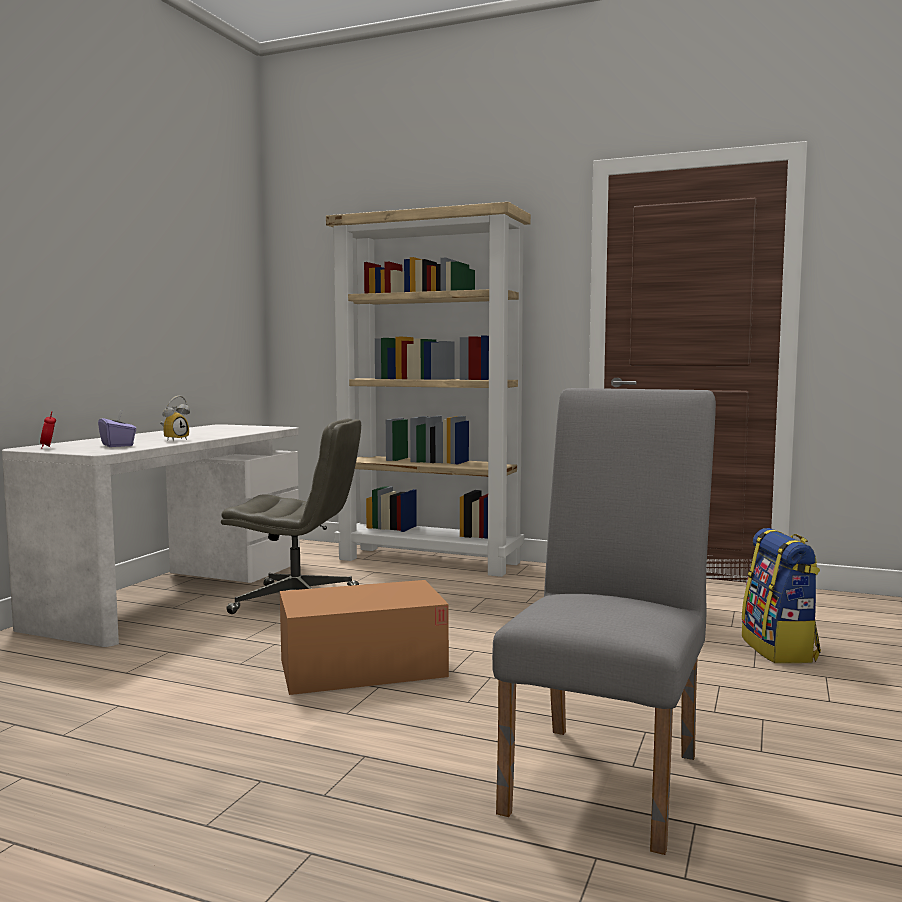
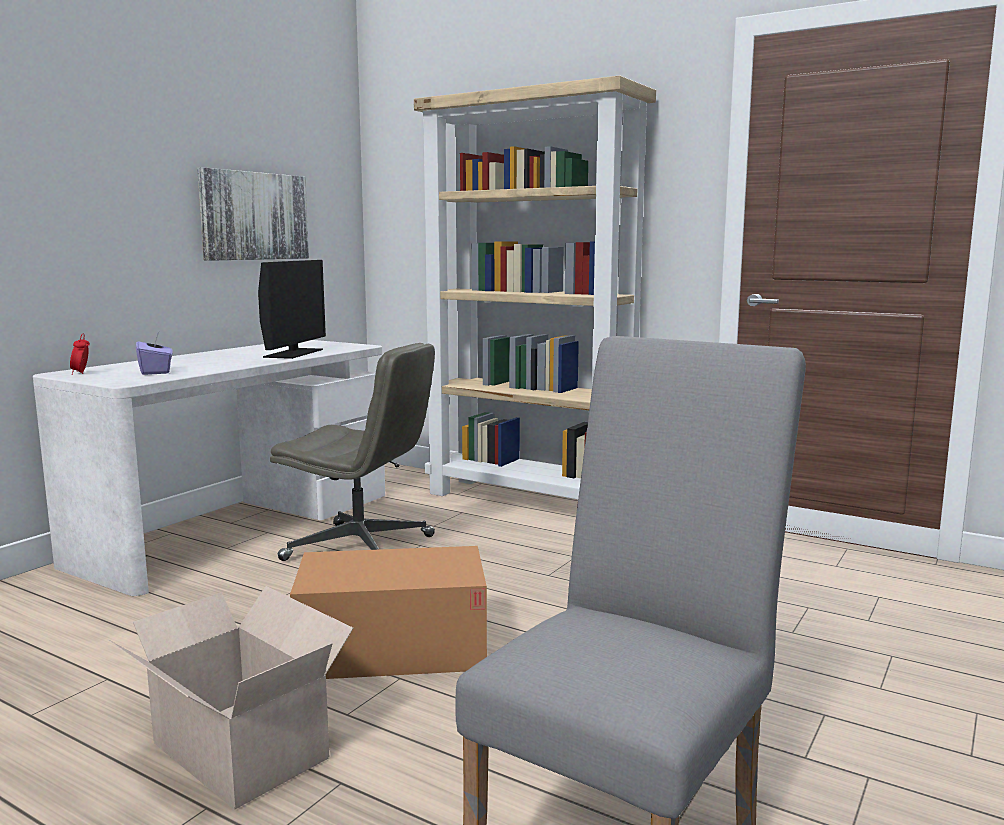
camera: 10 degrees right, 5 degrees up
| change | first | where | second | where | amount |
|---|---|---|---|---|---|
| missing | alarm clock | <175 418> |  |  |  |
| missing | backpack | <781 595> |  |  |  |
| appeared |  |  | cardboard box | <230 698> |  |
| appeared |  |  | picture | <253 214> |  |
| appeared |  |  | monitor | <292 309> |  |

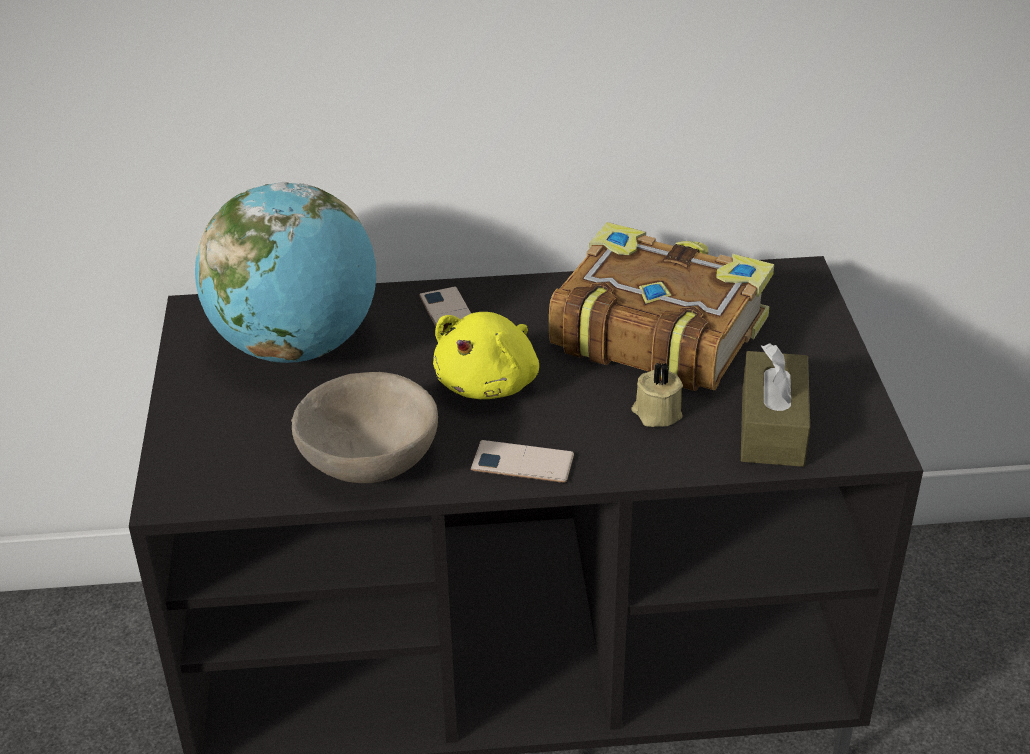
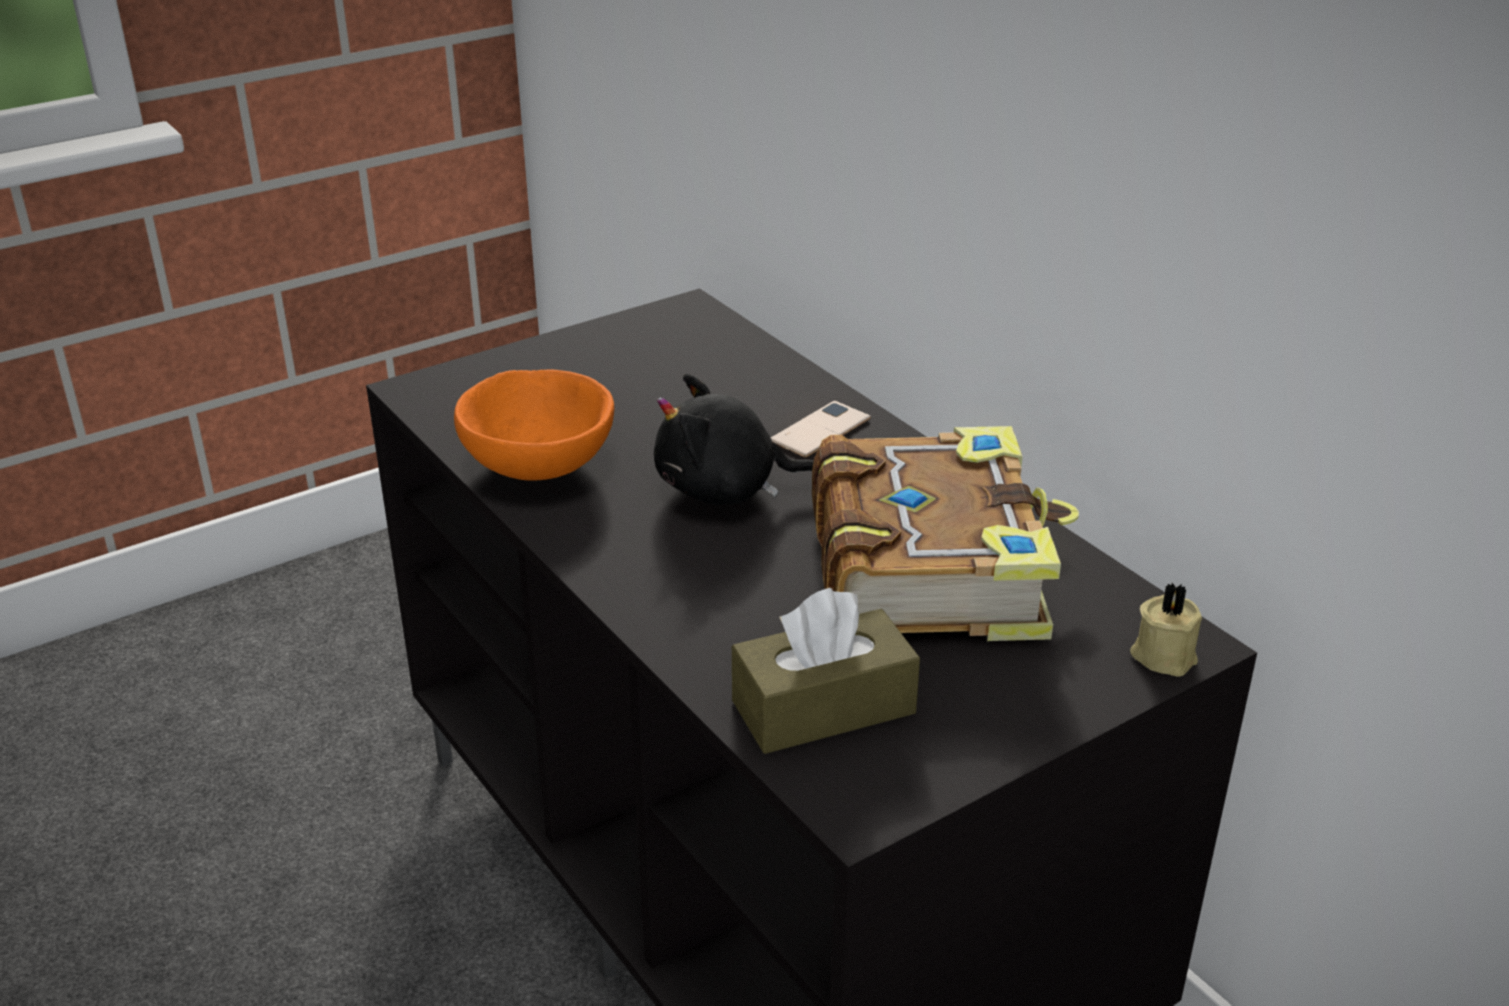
camera: 60 degrees right, 5 degrees down
| change | first | where | second | where | amount |
|---|---|---|---|---|---|
| missing | globe | <285 272> |  |  |  |
| missing | phone | <522 461> |  |  |  |
| relocated | beige candle | <657 394> |  | <1166 630> |  |
| colour | beige bowl | <364 427> | orange bowl | <534 425> |  |
| colour | yellow plush toy | <486 355> | black plush toy | <734 439> |  |

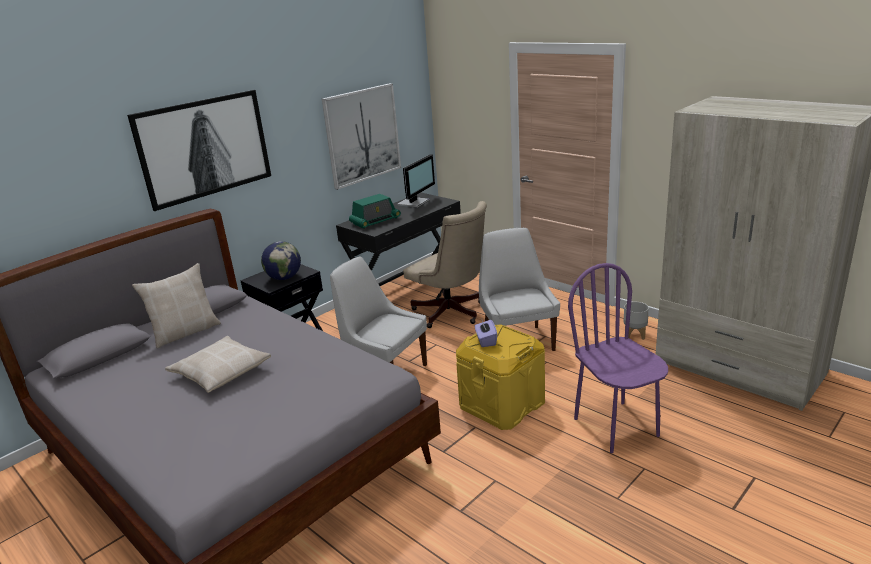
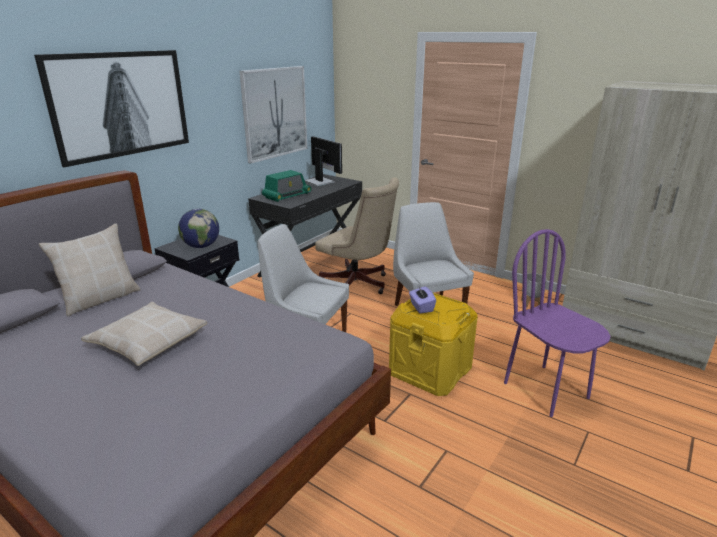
camera: 10 degrees left, 0 degrees up
| change | first | where | second | where | amount |
|---|---|---|---|---|---|
| spun | monitor | <416 181> |  | <323 161> | 60 degrees counterclockwise |

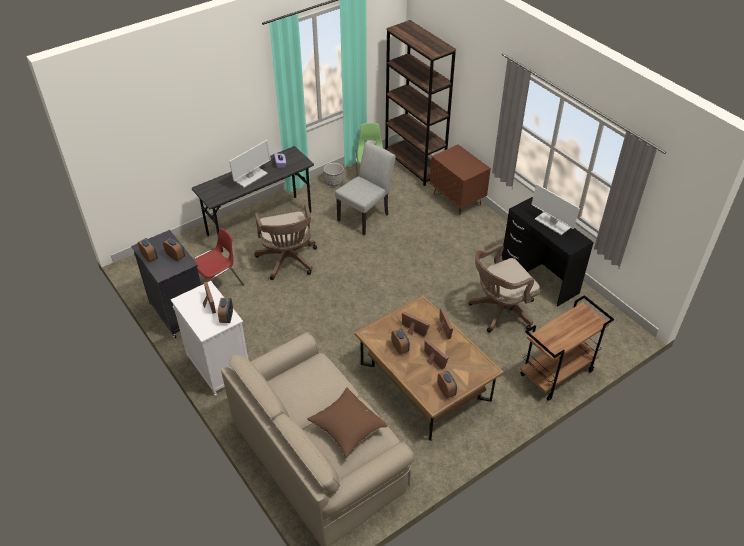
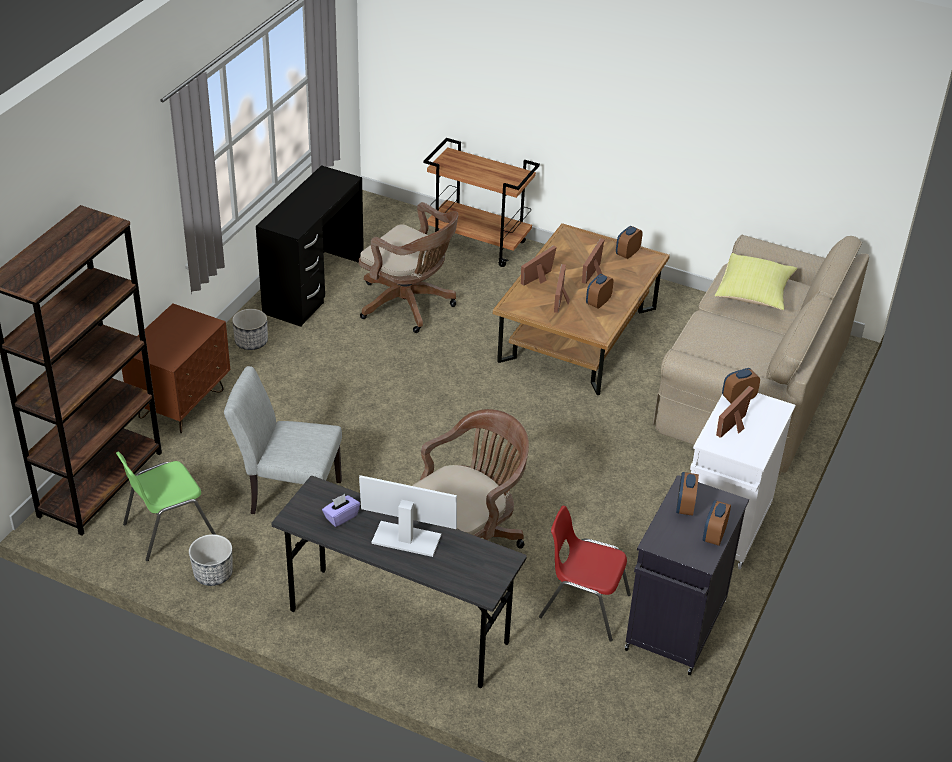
camera: 120 degrees left, 5 degrees down
| change | first | where | second | where | amount |
|---|---|---|---|---|---|
| missing | monitor | <555 209> |  |  |  |
| appeared |  |  | planter | <250 329> |  |
| colour | brown pillow | <347 422> | yellow pillow | <756 281> |  |

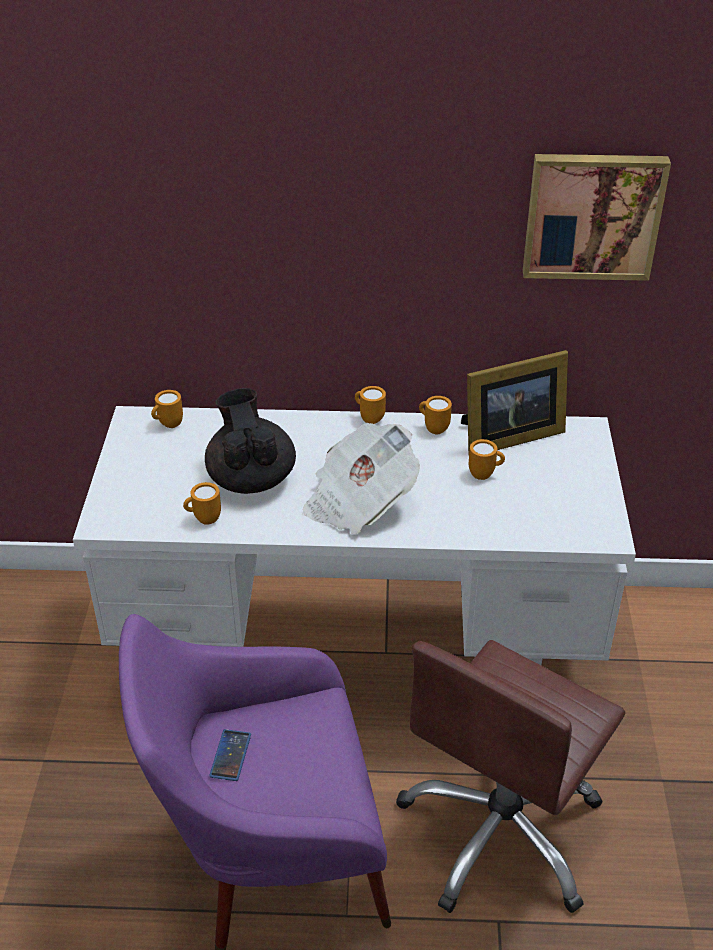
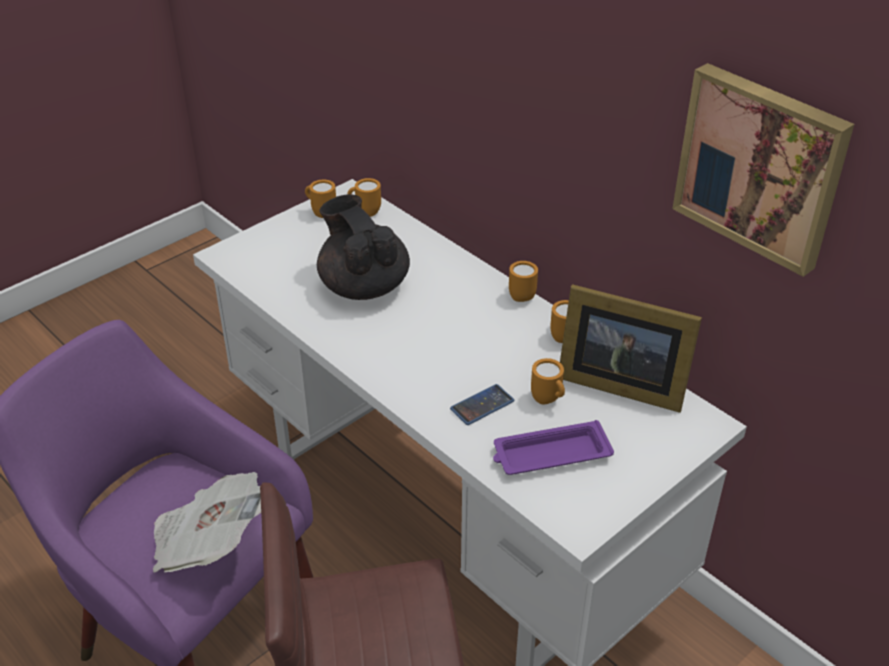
camera: 45 degrees right, 0 degrees up
| change | first | where | second | where | amount |
|---|---|---|---|---|---|
| appeared |  |  | purple tray | <553 447> |  |
| relocated | orange mug | <202 503> |  | <320 199> |  |
| relocated | phone | <230 755> |  | <482 404> |  |
| relocated | newspaper | <361 478> |  | <207 522> |  |
| spun | black teapot | <250 441> |  | <363 247> | 60 degrees counterclockwise |

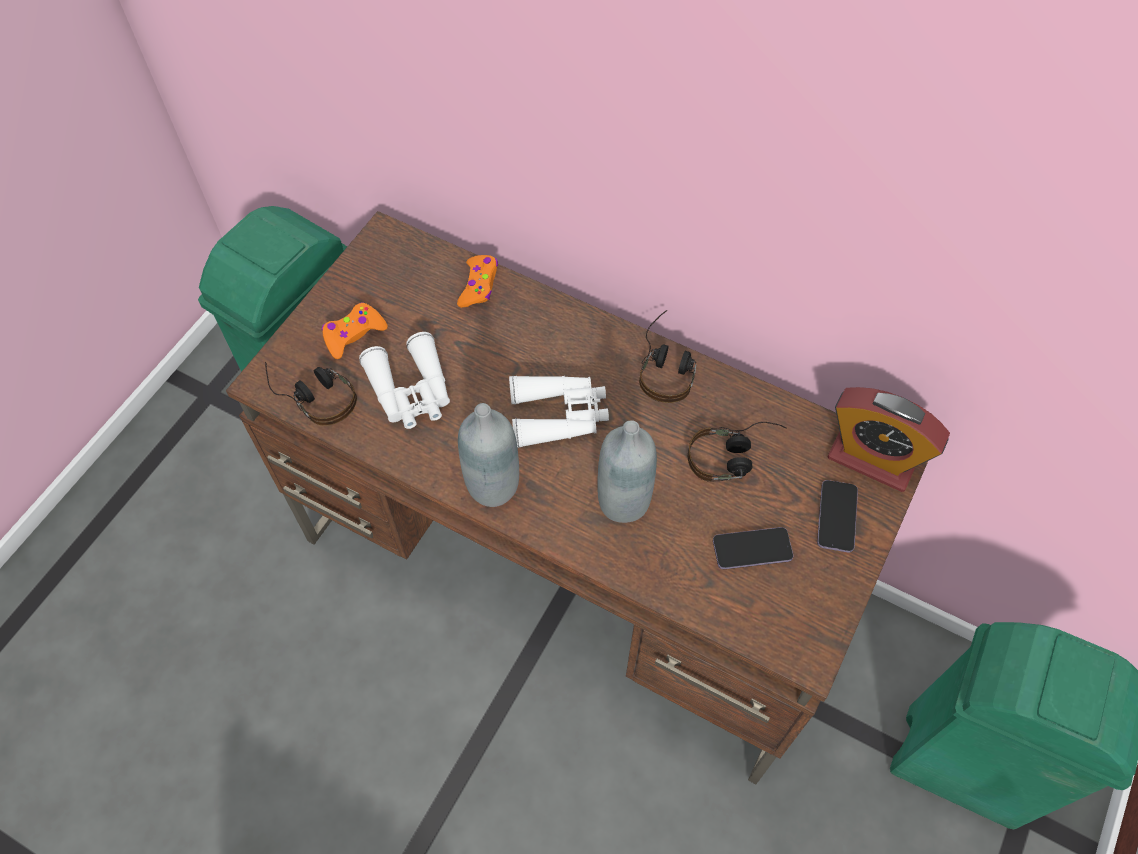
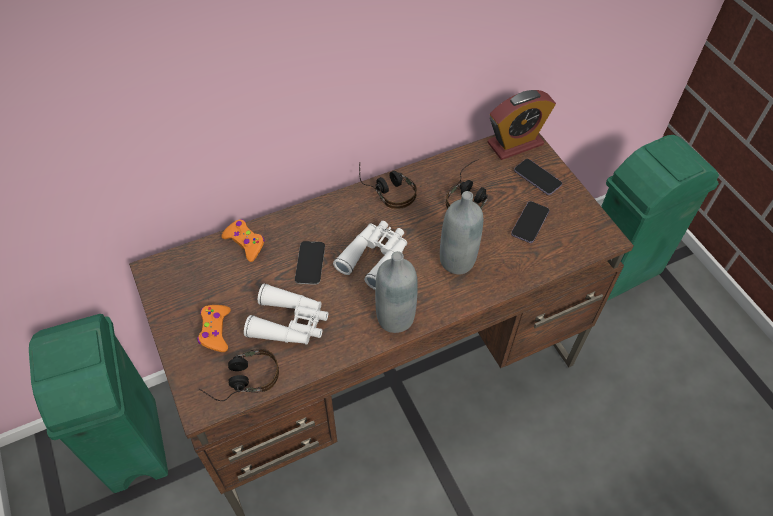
camera: 55 degrees left, 5 degrees down
| change | first | where | second | where | amount |
|---|---|---|---|---|---|
| appeared |  |  | phone | <310 263> |  |

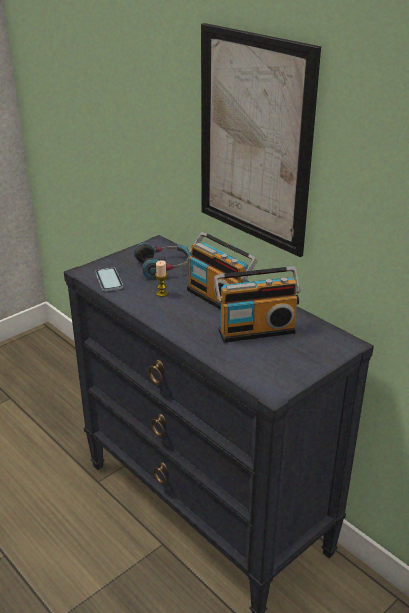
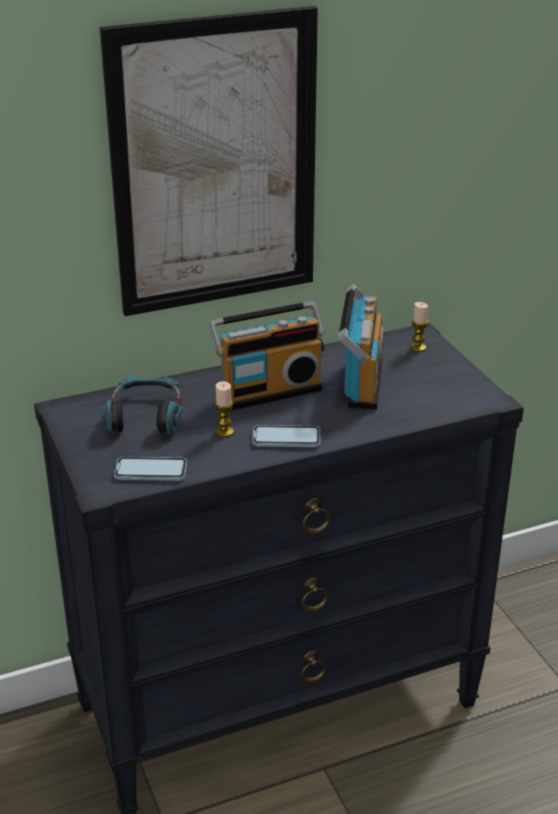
camera: 70 degrees left, 0 degrees up
| change | first | where | second | where | amount |
|---|---|---|---|---|---|
| appeared |  |  | phone | <286 436> |  |
| appeared |  |  | candle | <419 327> |  |

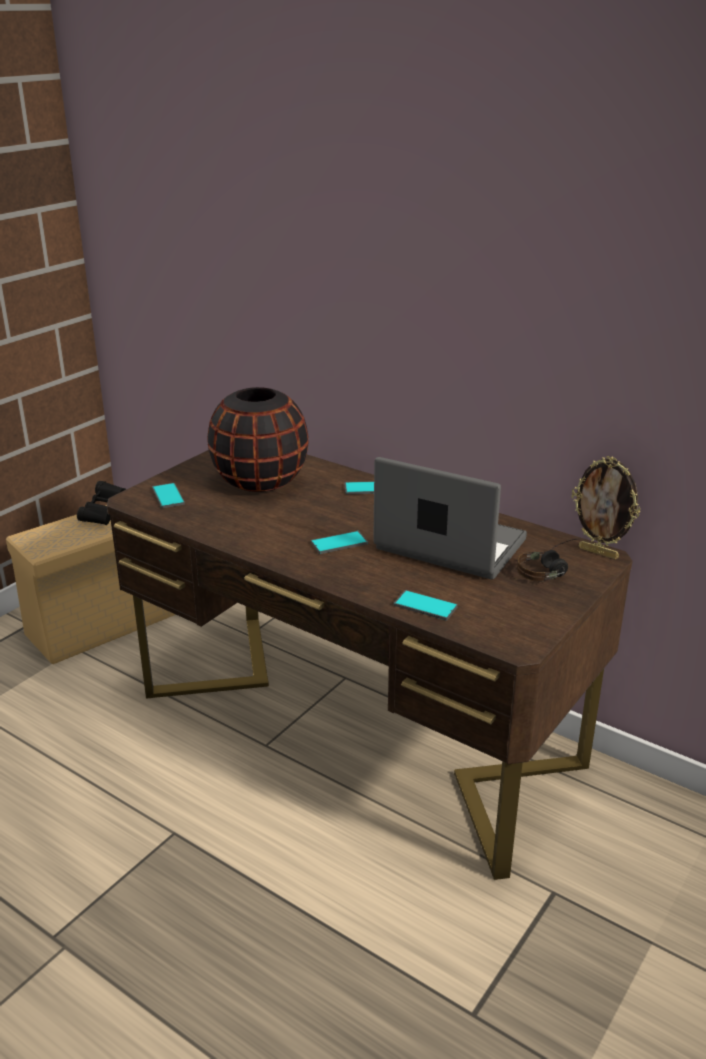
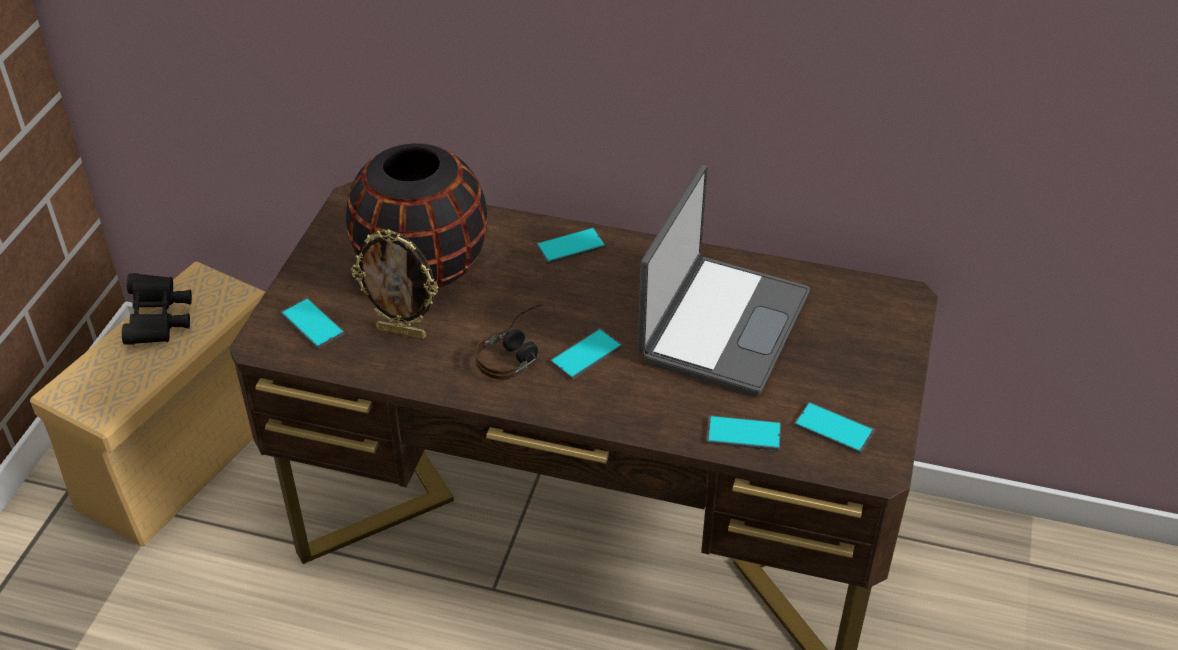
camera: 20 degrees left, 15 degrees up
| change | first | where | second | where | amount |
|---|---|---|---|---|---|
| appeared |  |  | phone | <834 428> |  |
| relocated | headphones | <548 560> |  | <509 342> |  |
| relocated | picture frame | <606 507> |  | <394 284> |  |
| spun | laptop | <450 518> |  | <724 281> | 105 degrees clockwise |

